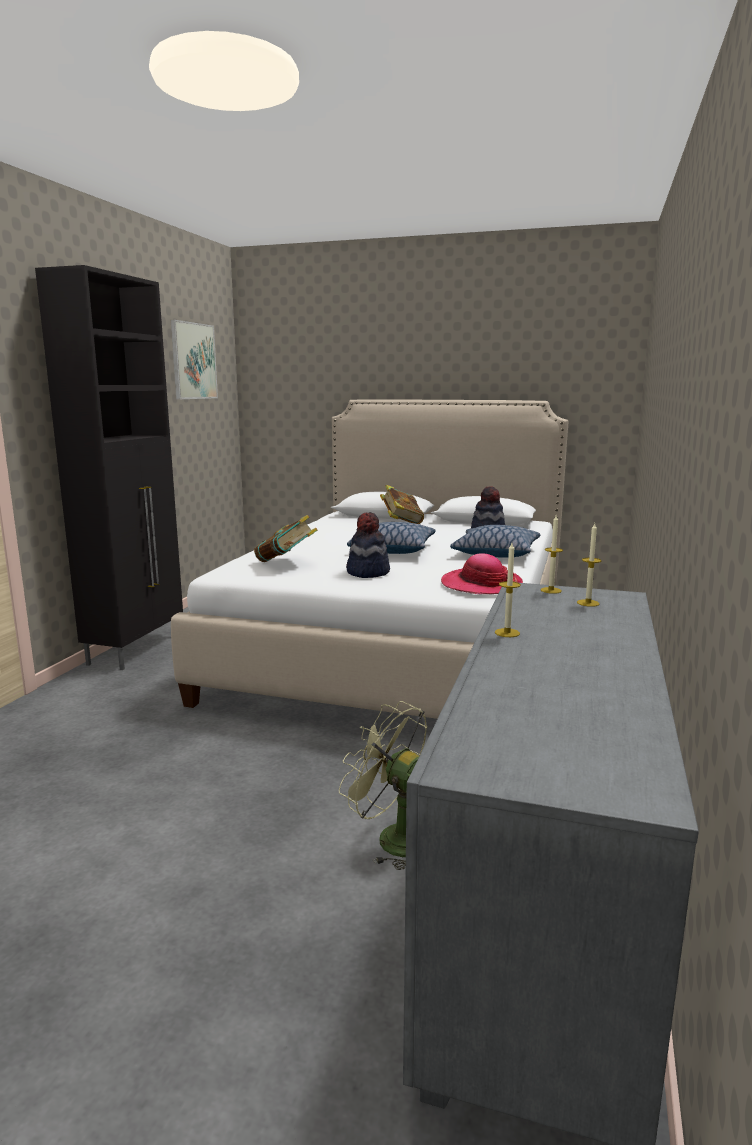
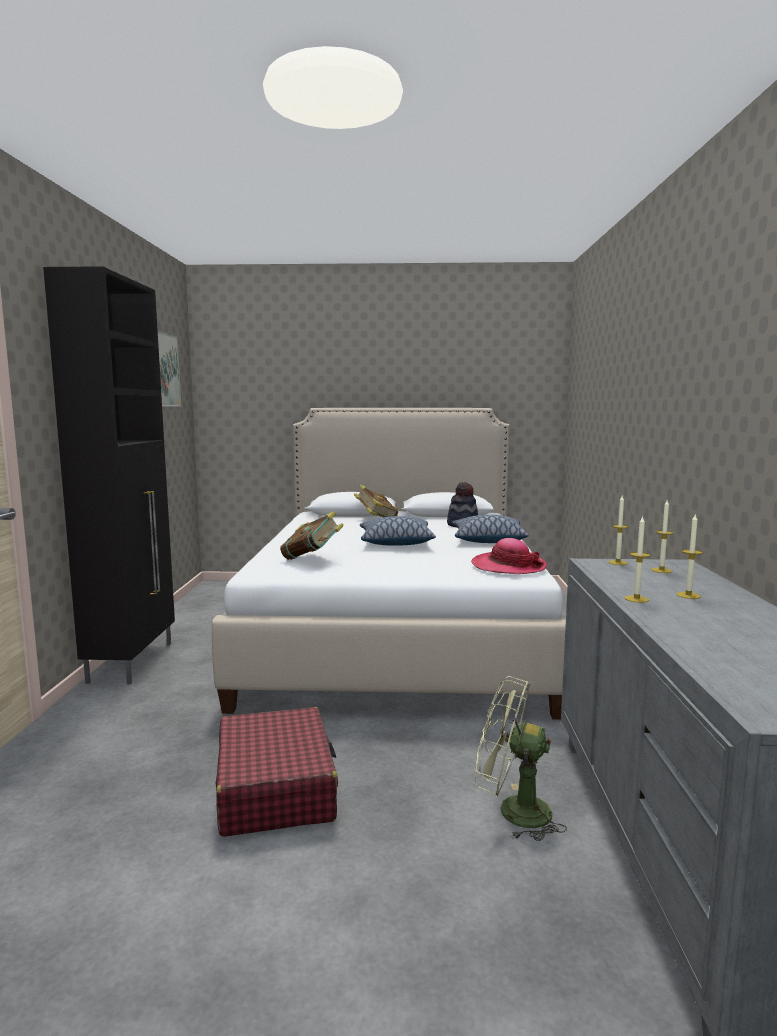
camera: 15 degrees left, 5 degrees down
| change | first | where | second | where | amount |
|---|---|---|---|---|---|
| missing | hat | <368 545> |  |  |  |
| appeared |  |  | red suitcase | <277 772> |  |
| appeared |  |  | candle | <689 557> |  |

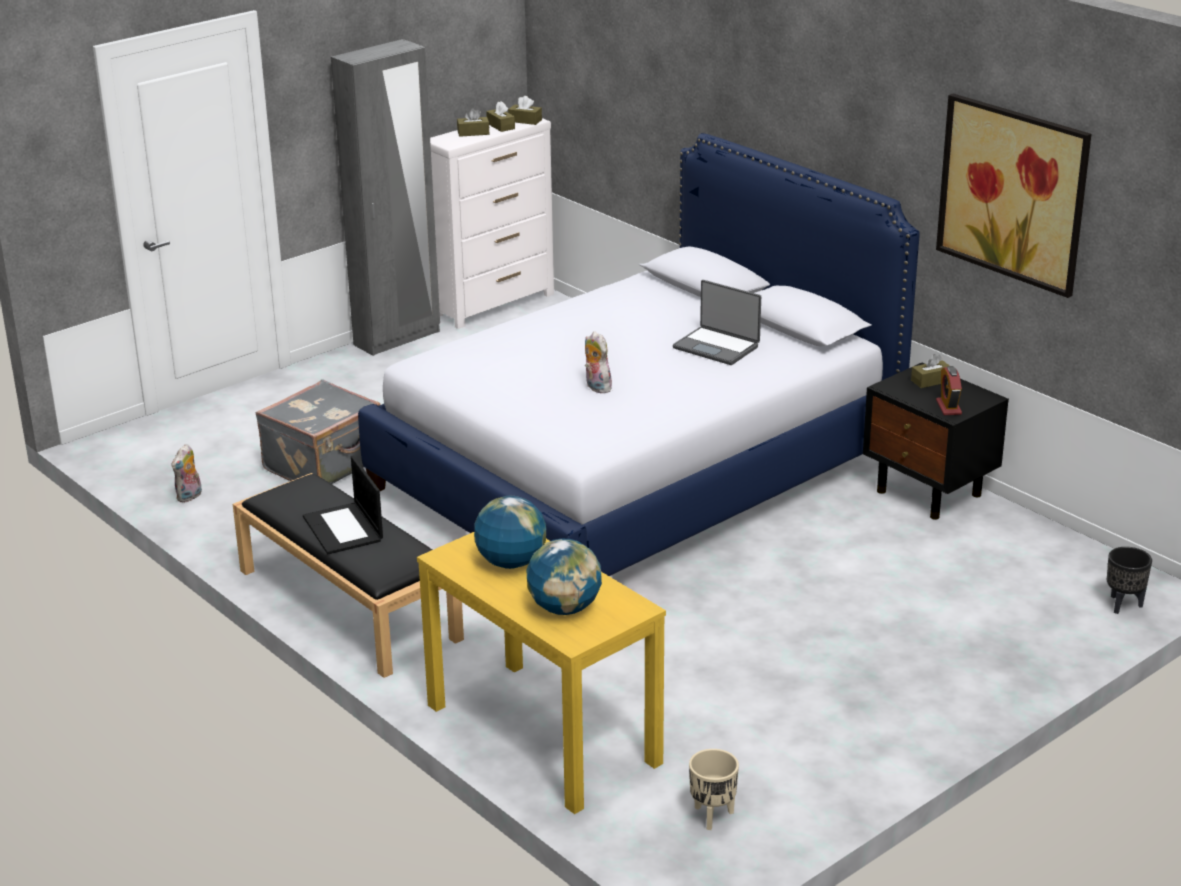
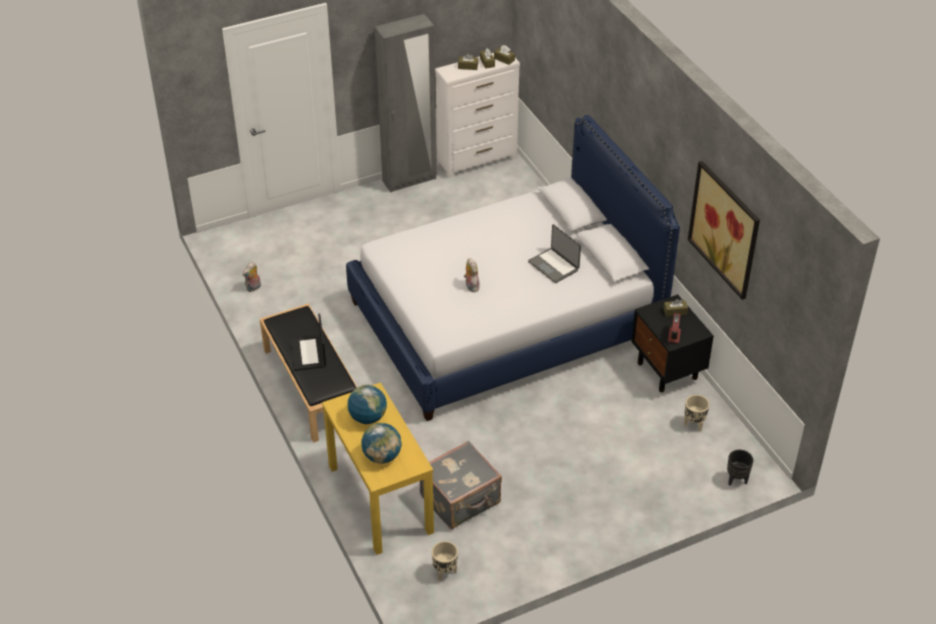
camera: 15 degrees right, 15 degrees up
| change | first | where | second | where | amount |
|---|---|---|---|---|---|
| appeared |  |  | beige planter | <696 413> |  |
| relocated | grey suitcase | <318 431> |  | <461 484> |  |

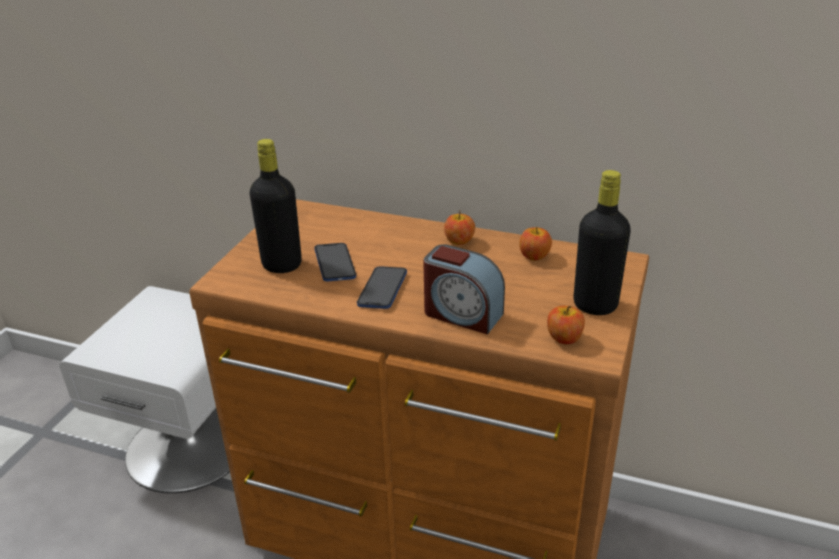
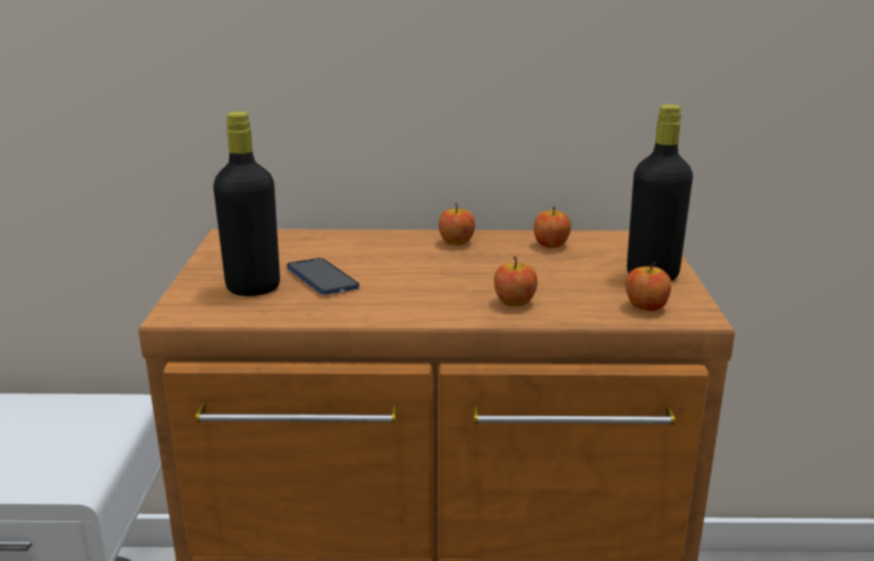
camera: 20 degrees left, 10 degrees down
| change | first | where | second | where | amount |
|---|---|---|---|---|---|
| missing | phone | <382 287> |  |  |  |
| exchanged | alarm clock | <464 289> | apple | <515 281> |  |

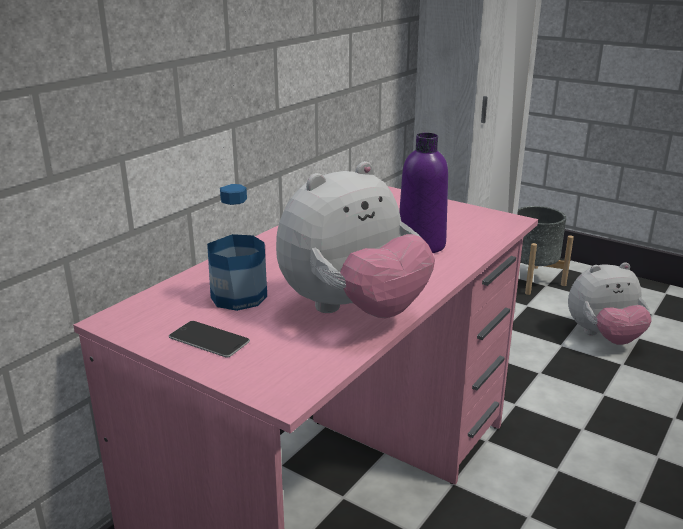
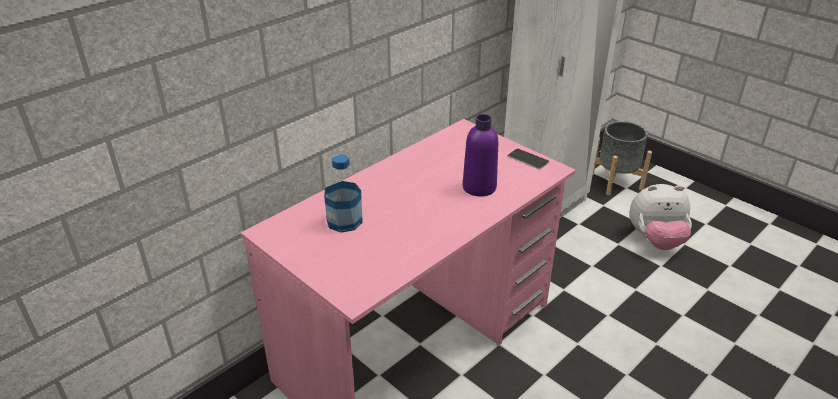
camera: 10 degrees right, 10 degrees up
| change | first | where | second | where | amount |
|---|---|---|---|---|---|
| missing | plush toy | <355 239> |  |  |  |
| relocated | phone | <209 339> |  | <528 158> |  |

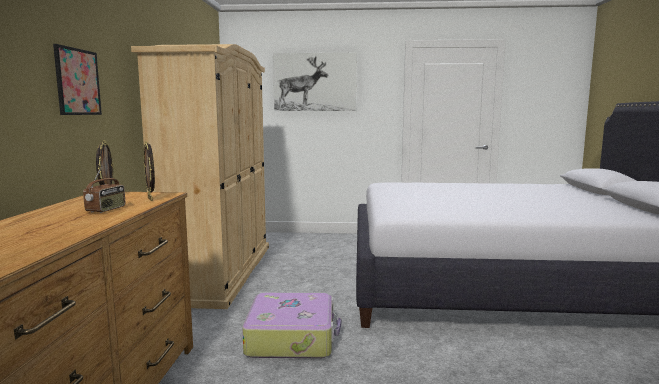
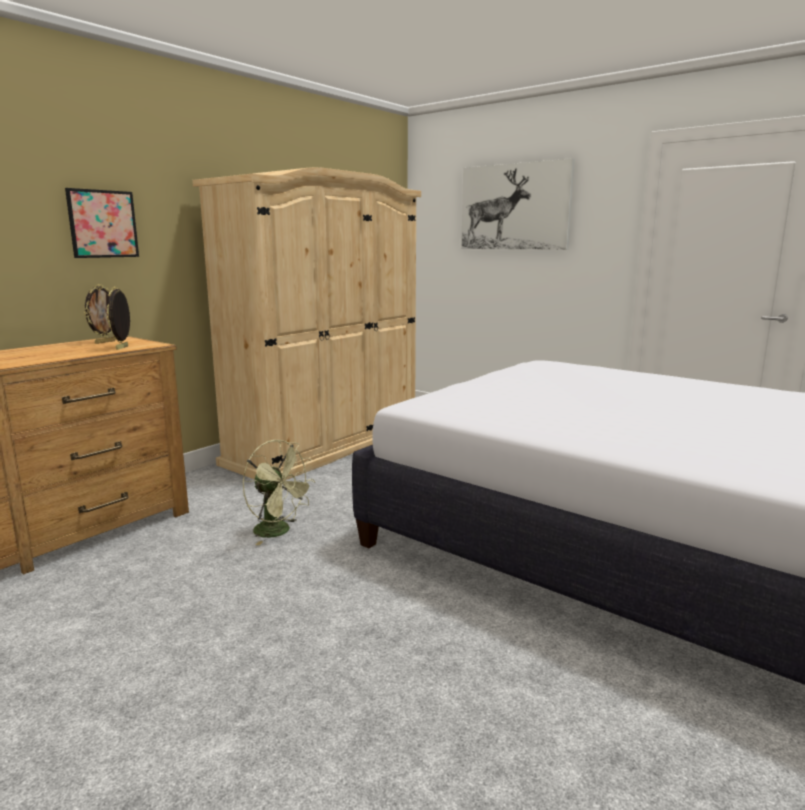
camera: 35 degrees right, 5 degrees up
| change | first | where | second | where | amount |
|---|---|---|---|---|---|
| missing | radio | <104 189> |  |  |  |
| exchanged | suitcase | <291 325> | green fan | <279 492> |  |

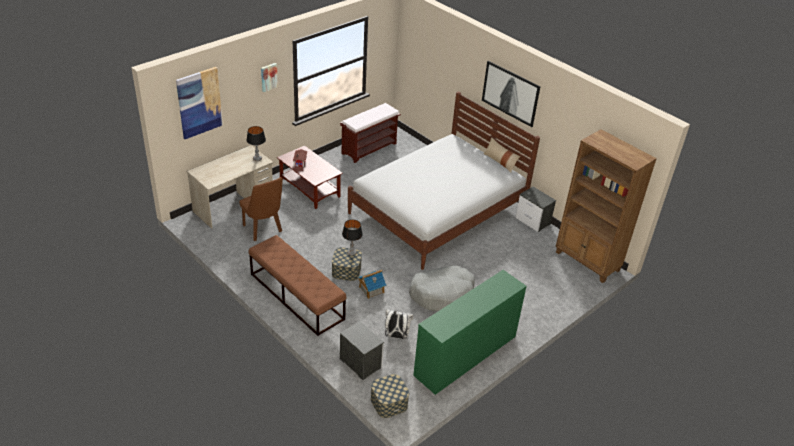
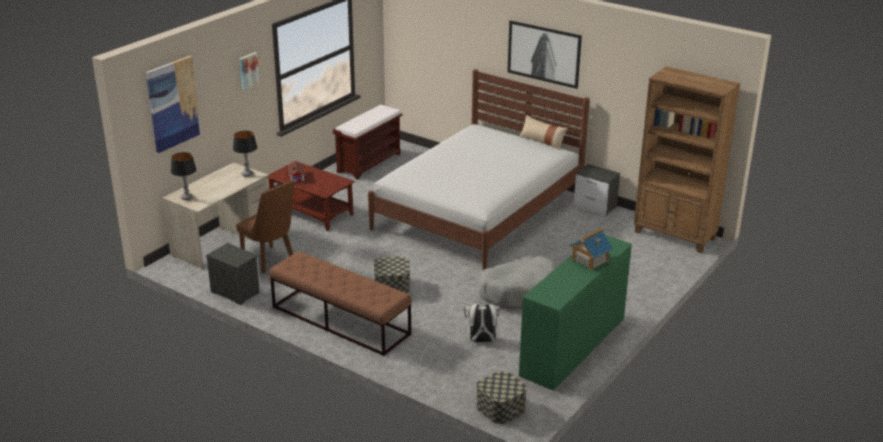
camera: 10 degrees left, 10 degrees down
| change | first | where | second | where | amount |
|---|---|---|---|---|---|
| relocated | nightstand | <362 350> |  | <233 274> |  |
| relocated | table lamp | <352 237> |  | <184 176> |  |
| relocated | toy house | <372 284> |  | <591 249> |  |

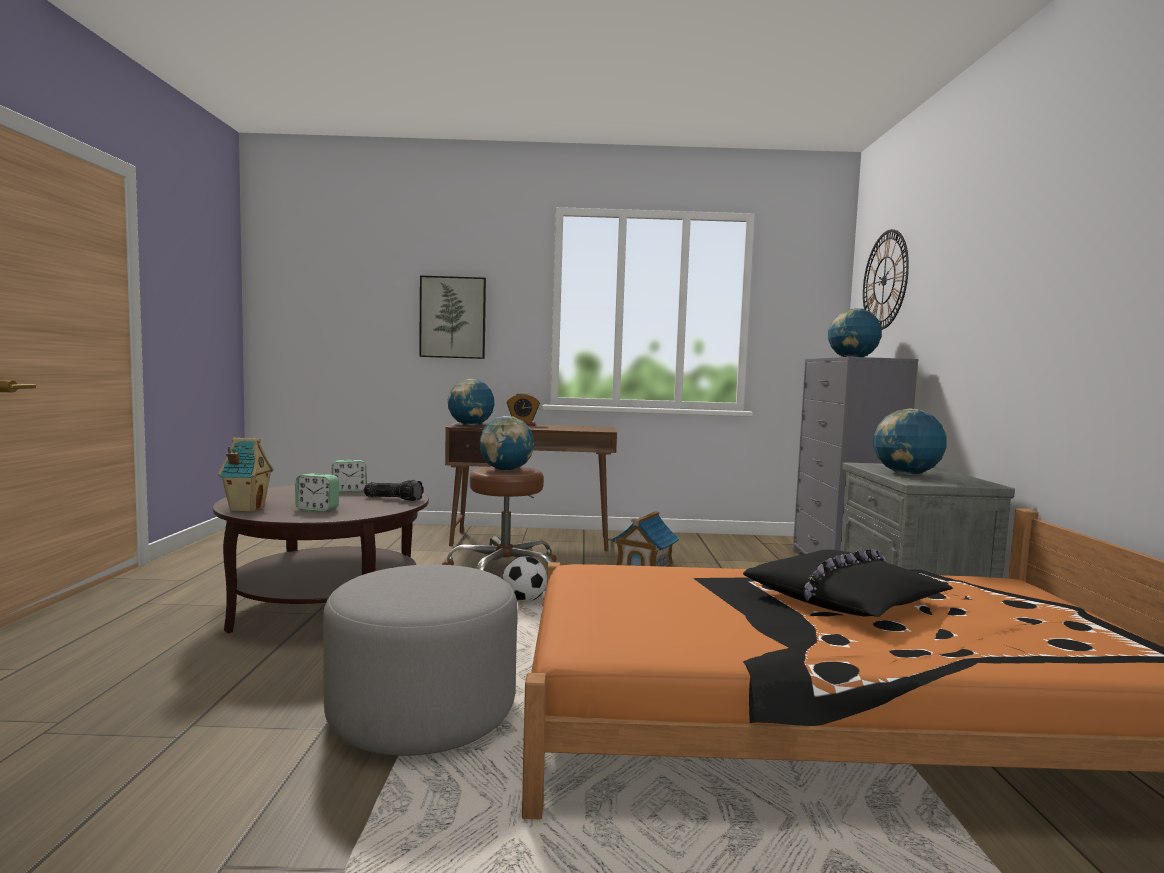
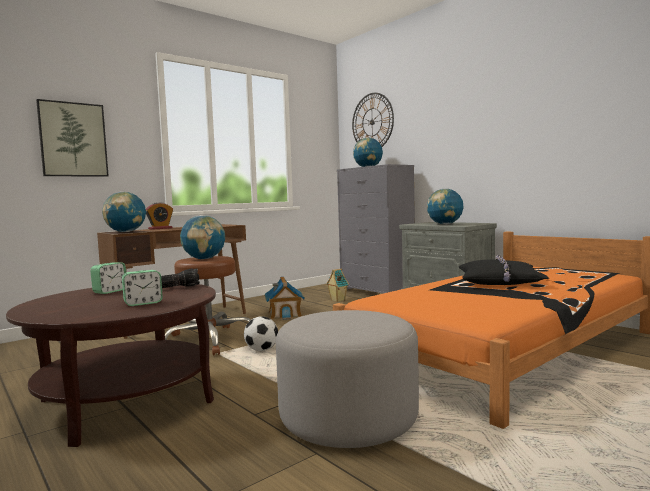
camera: 40 degrees left, 0 degrees up
| change | first | where | second | where | amount |
|---|---|---|---|---|---|
| relocated | toy house | <246 475> |  | <337 285> |  |

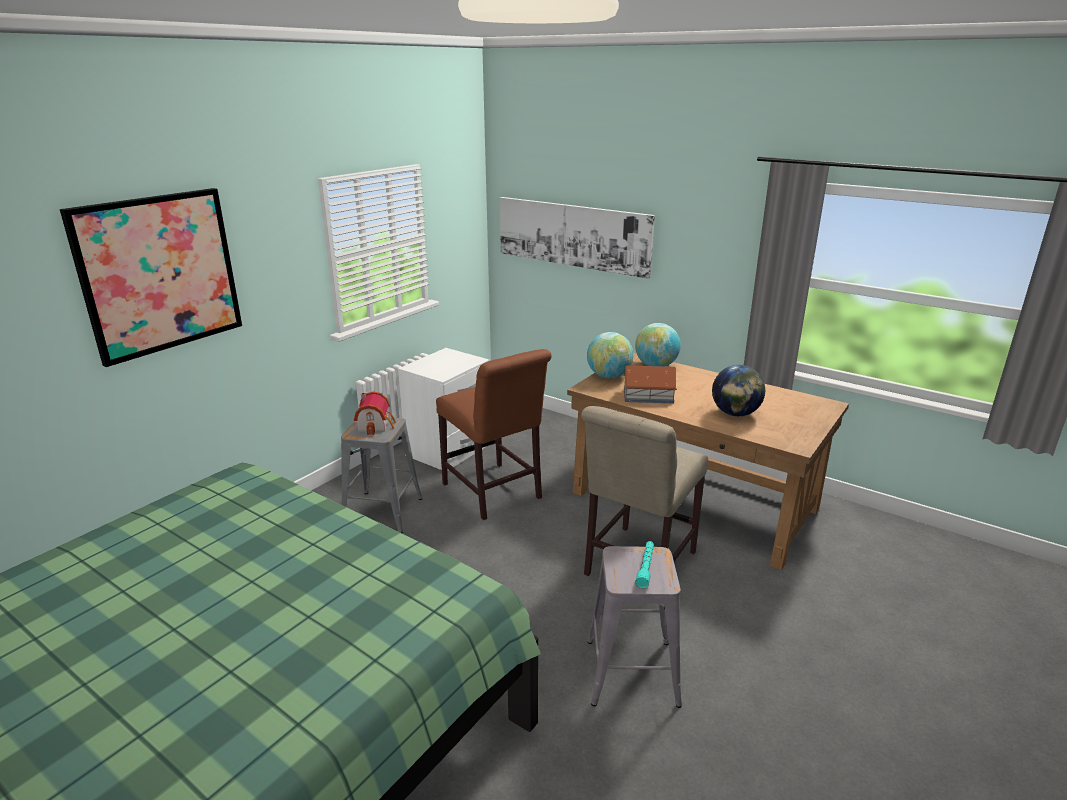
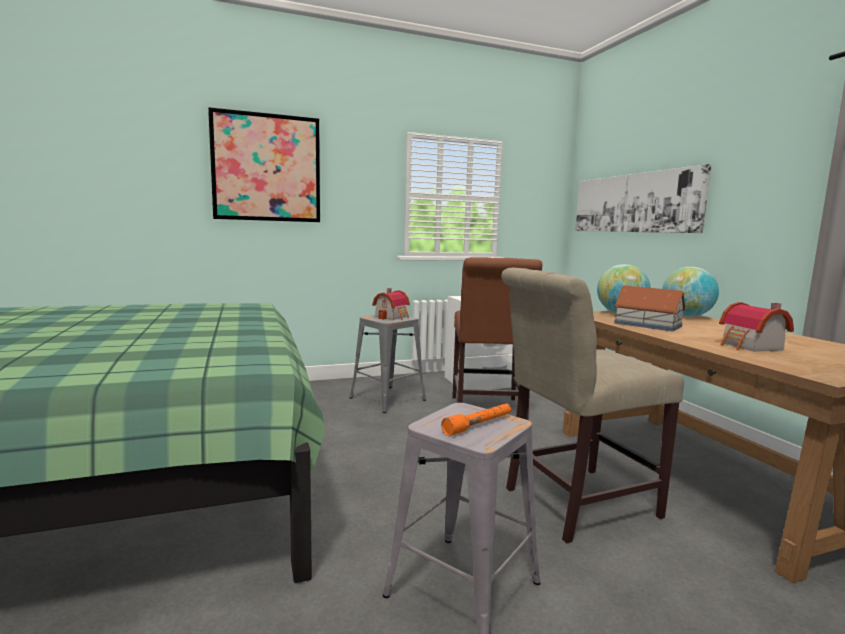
camera: 35 degrees right, 15 degrees down
| change | first | where | second | where | amount |
|---|---|---|---|---|---|
| exchanged | globe | <738 390> | toy house | <756 327> |  |
| colour | turquoise flashlight | <644 564> | orange flashlight | <476 419> |  |

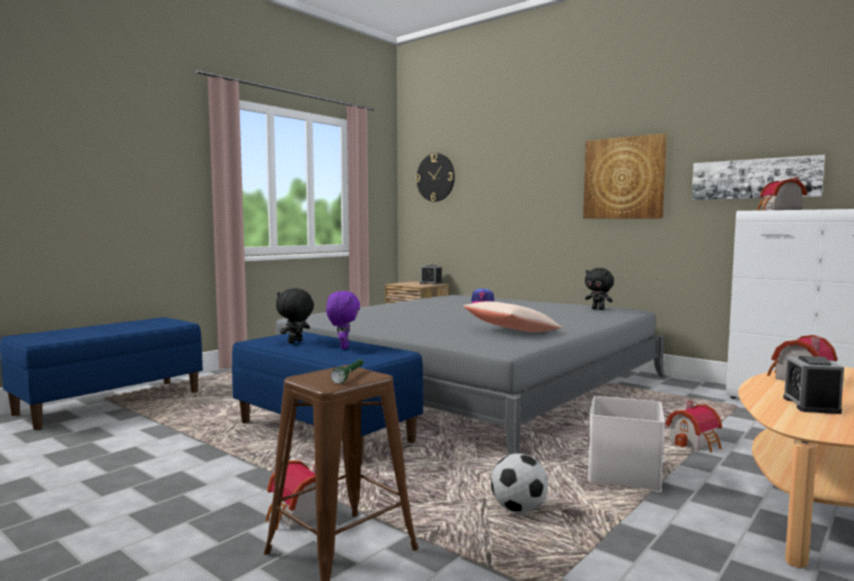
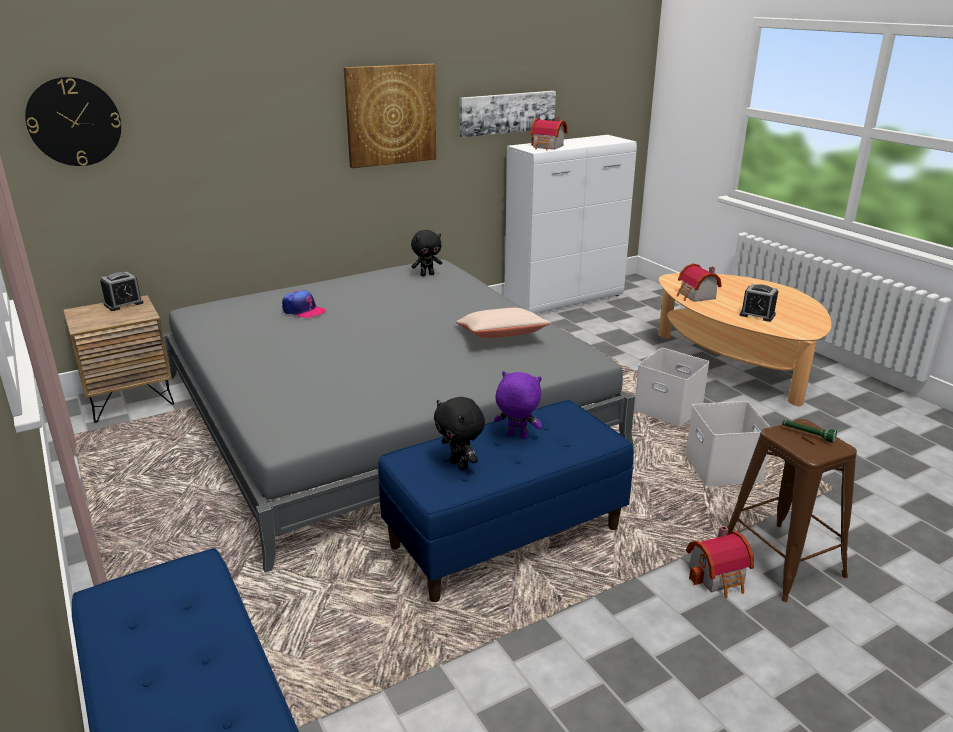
camera: 70 degrees left, 20 degrees up
| change | first | where | second | where | amount |
|---|---|---|---|---|---|
| missing | toy house | <693 426> |  |  |  |
| exchanged | football | <519 483> | white storage box | <728 443> |  |

